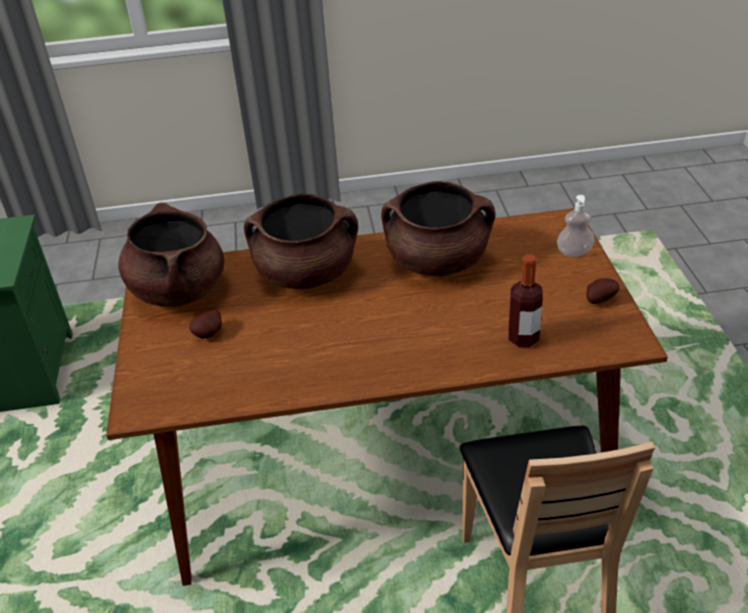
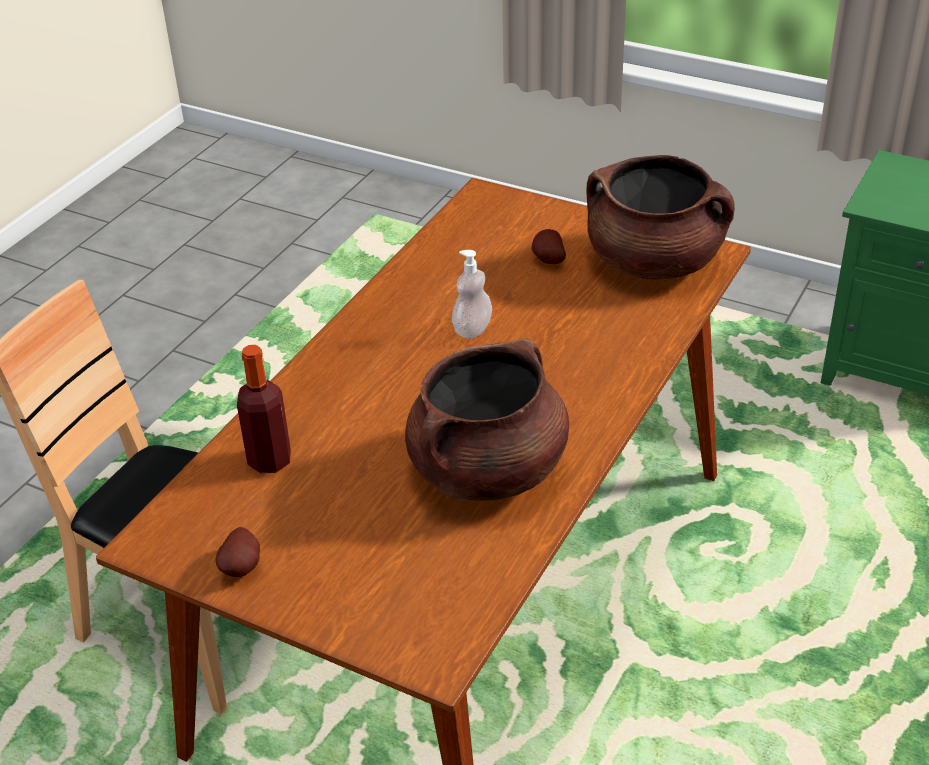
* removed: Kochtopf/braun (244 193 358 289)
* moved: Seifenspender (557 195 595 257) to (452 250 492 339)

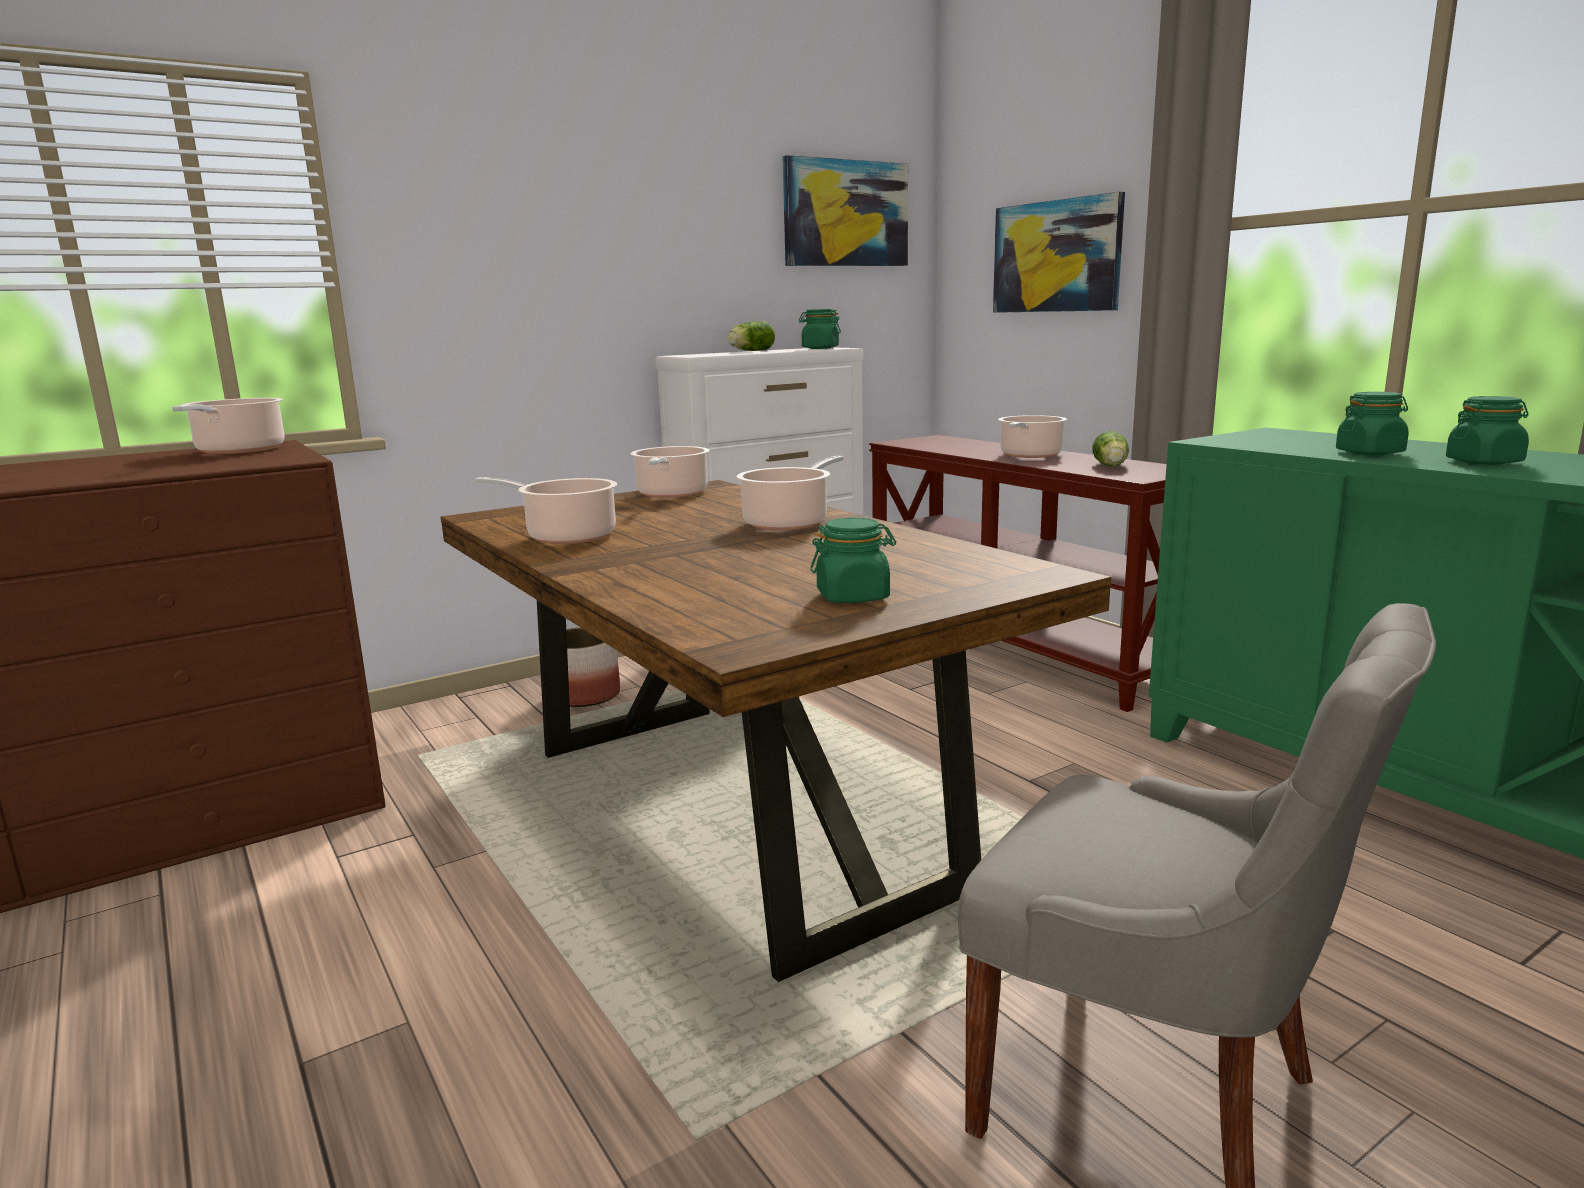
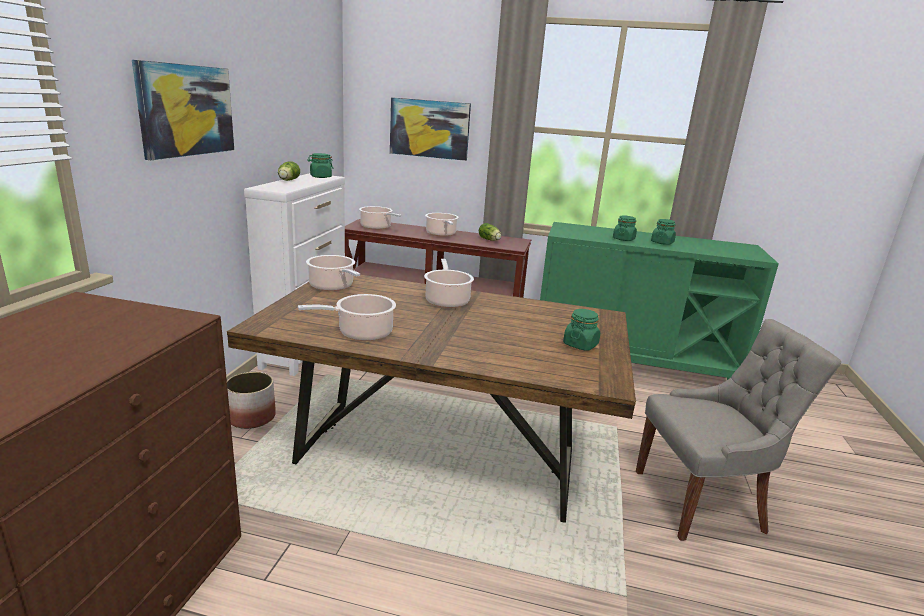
* moved: Bild (783 155 908 266) to (132 60 234 160)
* moved: Kochtopf (172 398 284 454) to (359 206 401 230)

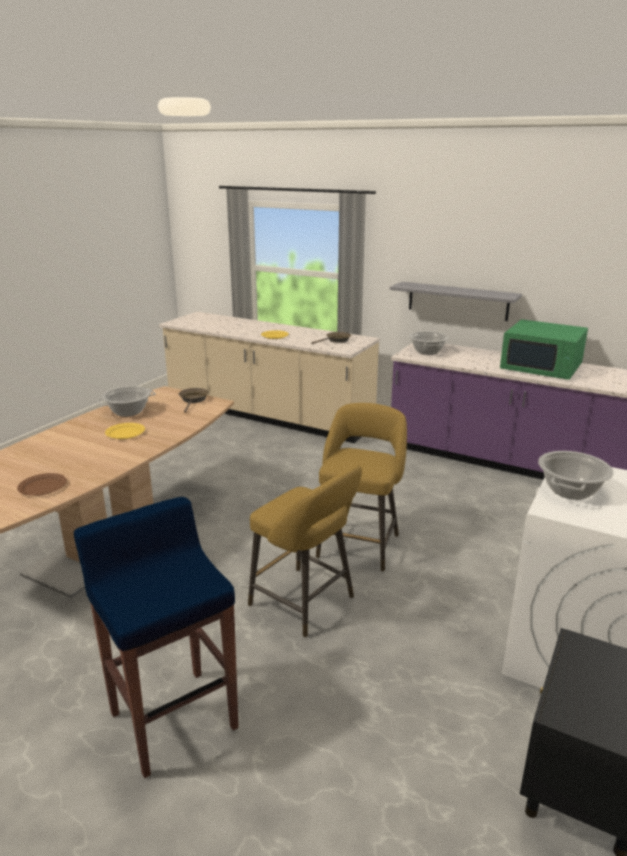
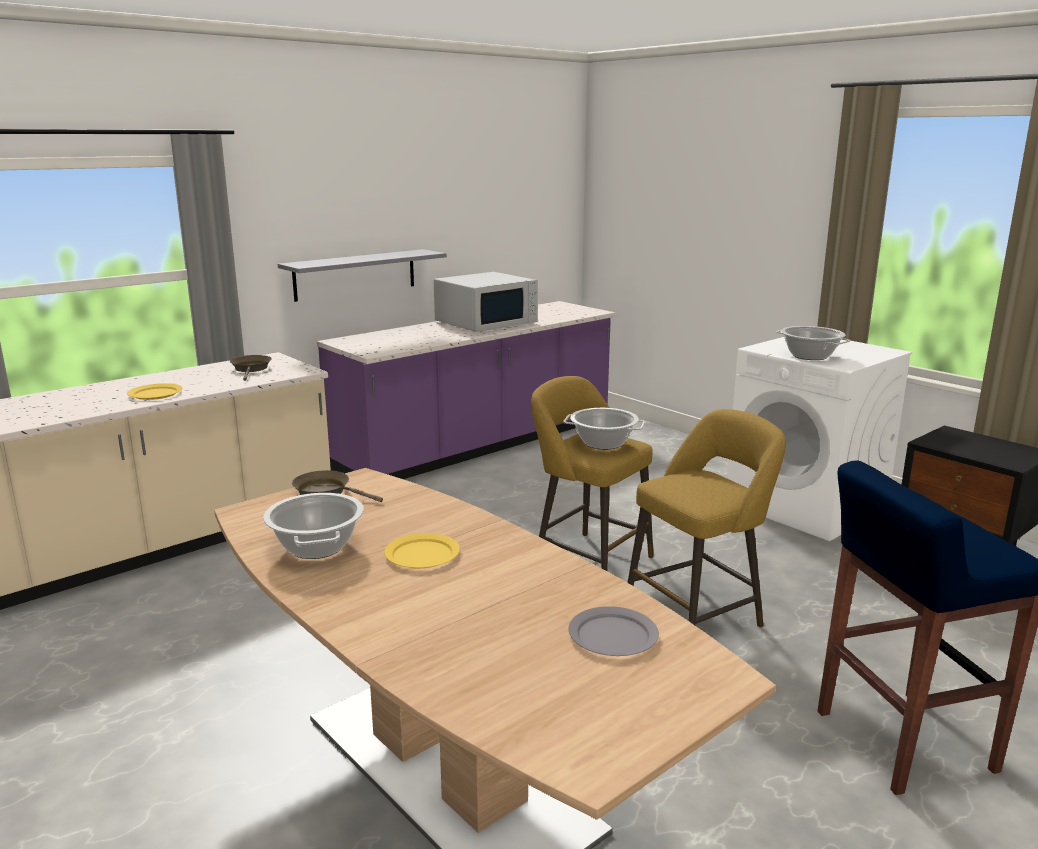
* recoloured: Mikrowelle/grün (500 319 588 380) to Mikrowelle/weiß (434 272 538 332)
* moved: Kochtopf (409 331 449 355) to (563 408 645 450)
* recoloured: Teller/braun (17 473 67 496) to Teller/grau (568 606 659 656)

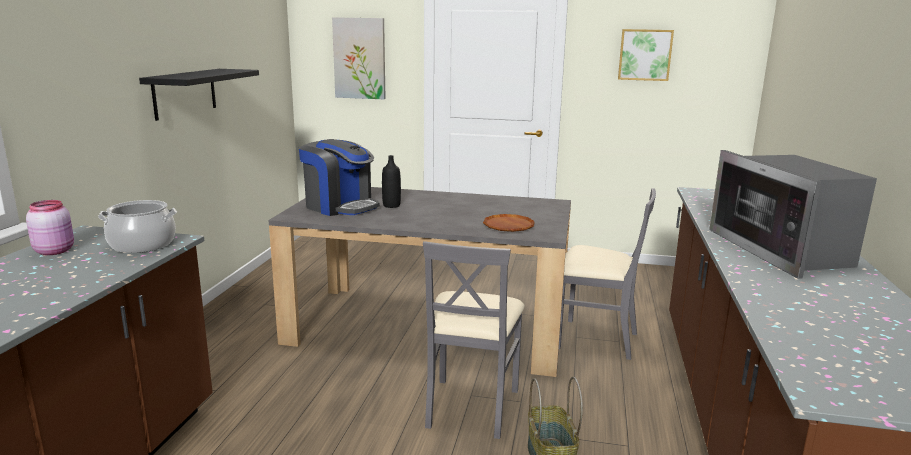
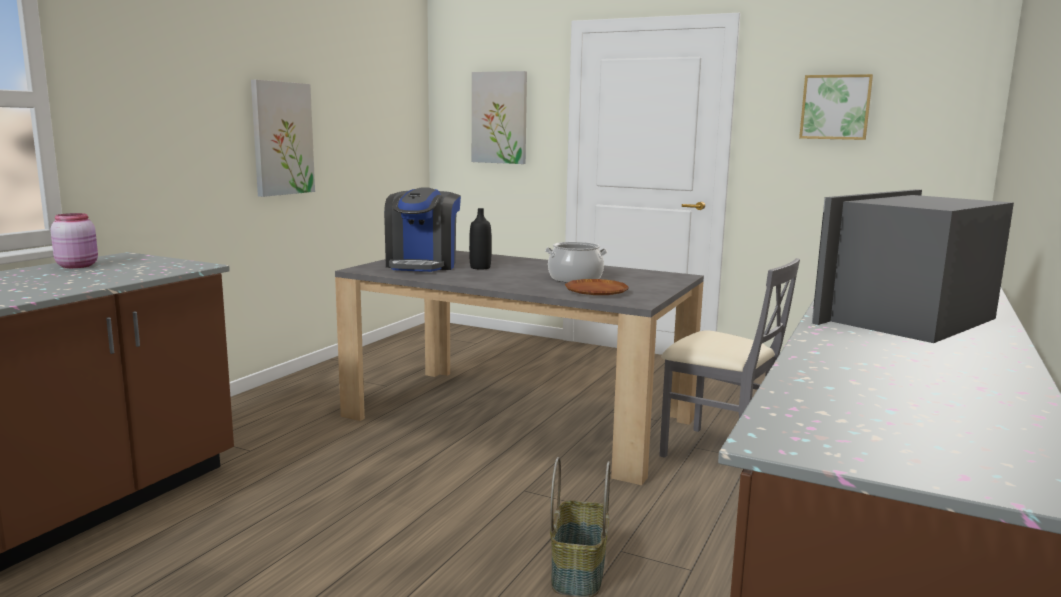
* replaced: Wandregal/schwarz (139 69 259 121) to Bild (251 80 315 197)
* turned: Kaffeemaschine (299 139 380 216) = (384 187 461 272) 45 degrees clockwise
* turned: Mikrowelle (709 150 877 279) = (812 189 1014 343) 45 degrees clockwise
* moved: Kochtopf (98 200 177 253) to (545 242 608 283)
* removed: Stuhl/grau (423 241 525 439)

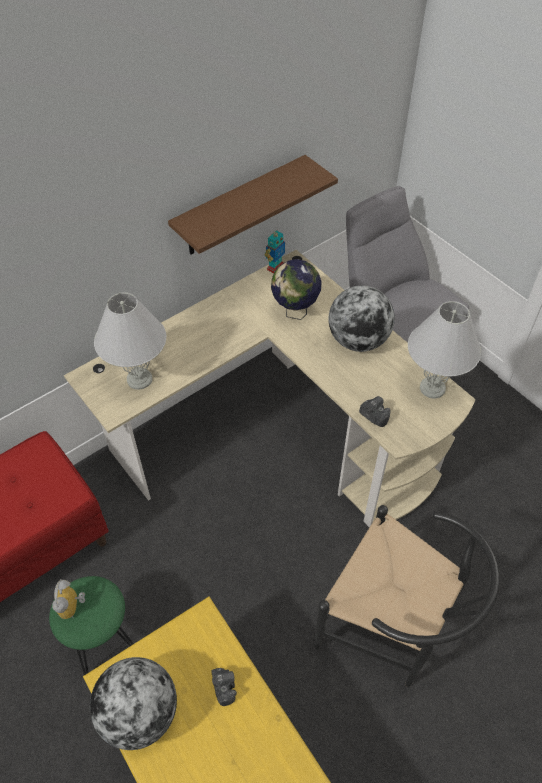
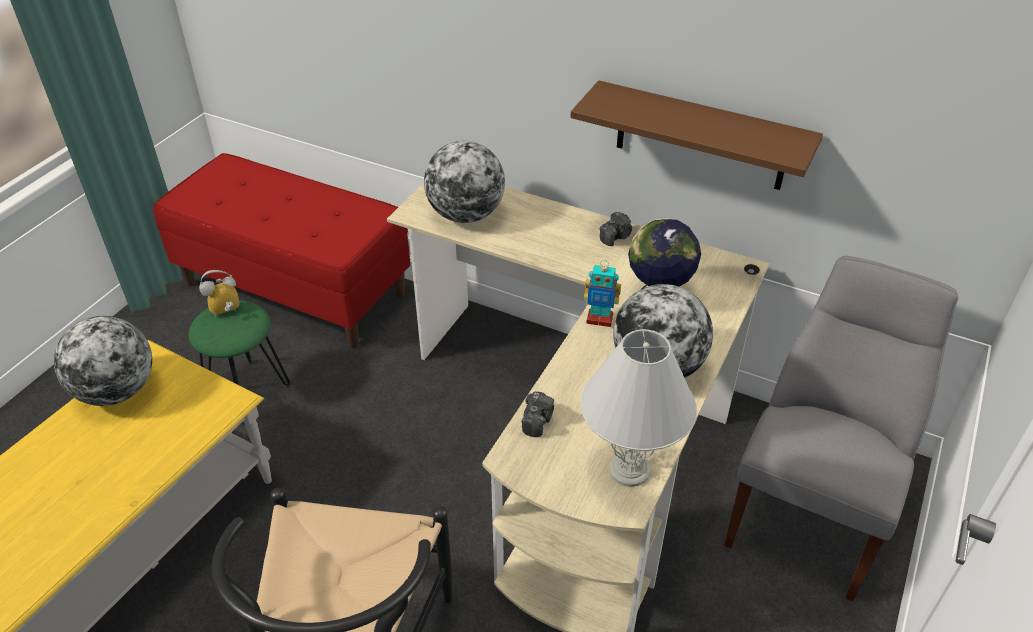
* moved: Spielzeugroboter (265 229 285 273) to (584 260 621 327)
* replaced: Tischlampe/weiß (94 292 166 390) to Globus (424 141 505 223)
* moved: Kamera (212 668 237 706) to (600 211 632 246)

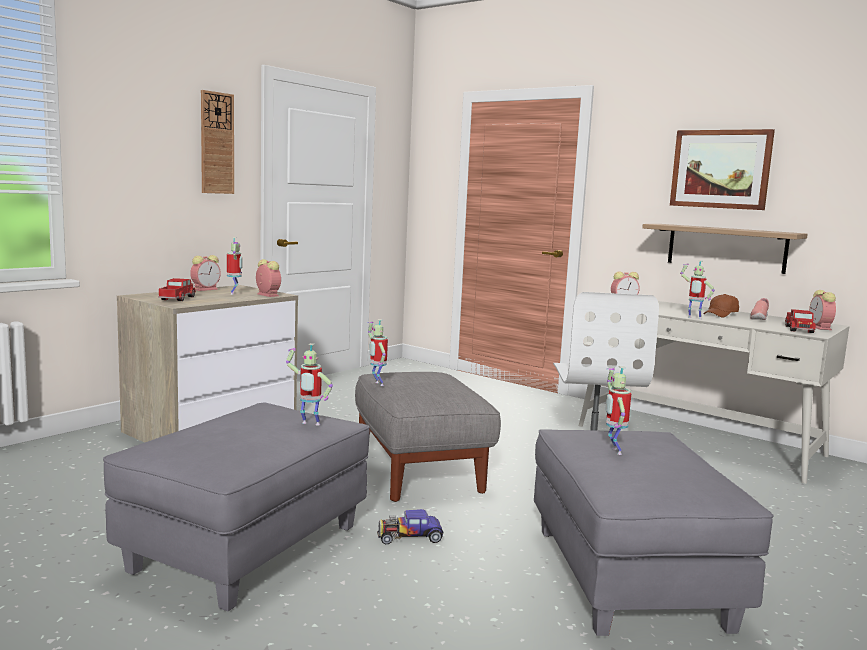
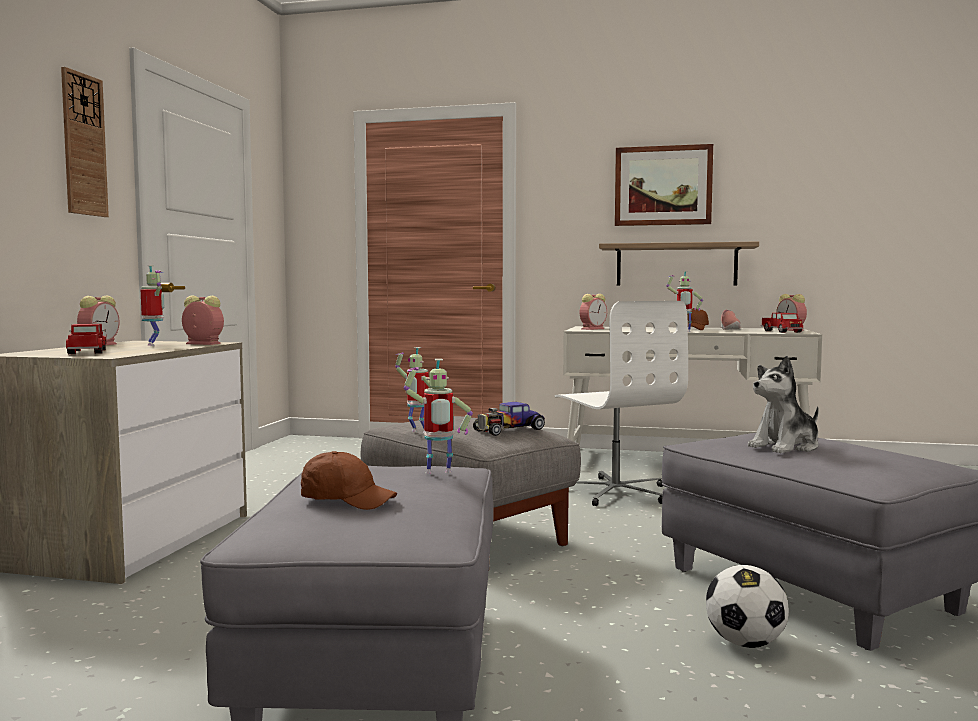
* replaced: Spielzeugroboter (605 366 631 455) to Plüschtier (748 356 819 453)
* moved: Spielzeugauto (377 509 443 544) to (473 402 545 436)
* added: Kappe/braun (301 451 397 510)
* added: Fußball (706 565 789 648)

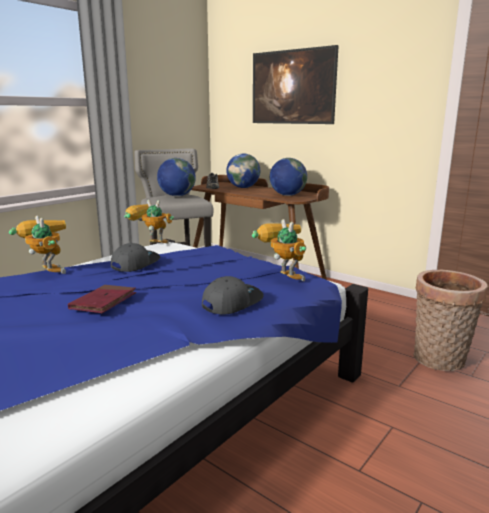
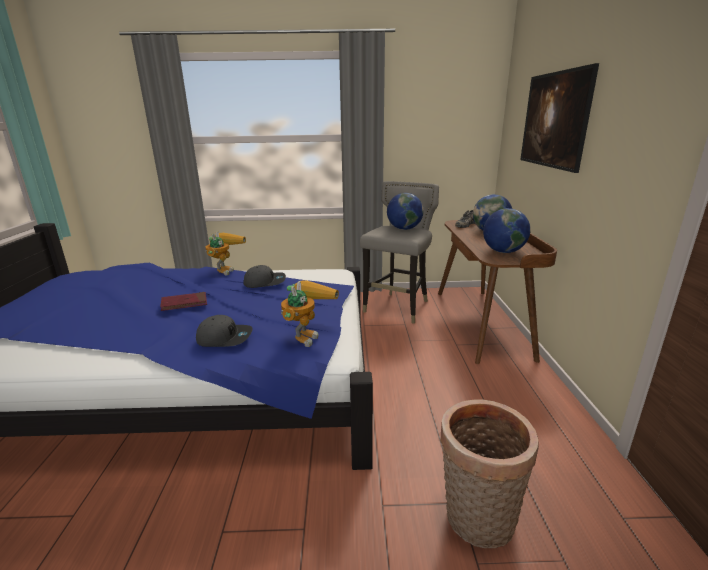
* removed: Spielzeugroboter (124 200 174 244)

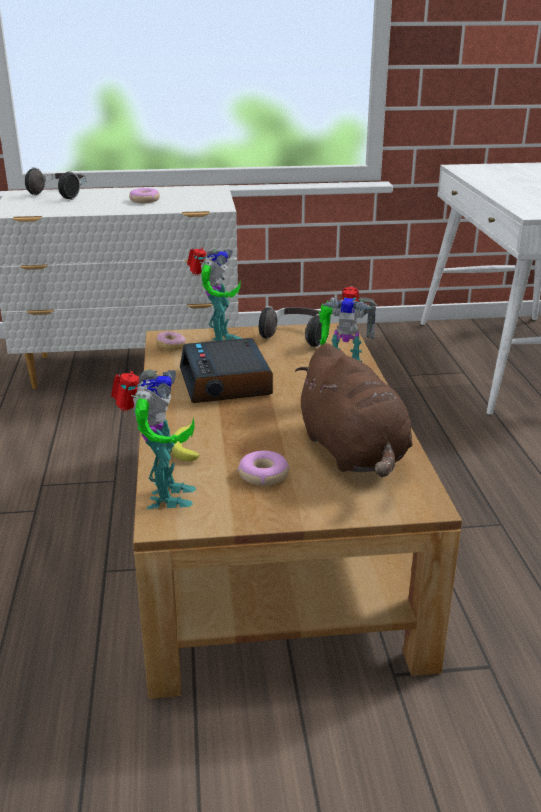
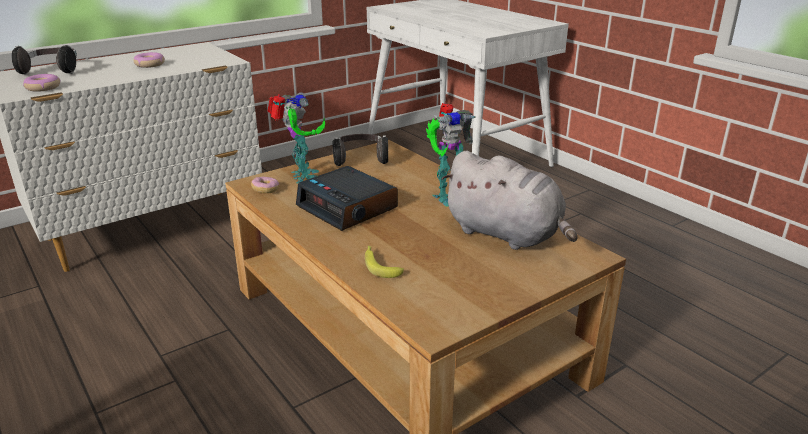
* recoloured: Plüschtier/braun (295 343 412 477) to Plüschtier/grau (441 151 577 250)
* removed: Spielzeugroboter (111 369 196 509)
* moved: Donut (238 451 289 486) to (23 74 60 92)

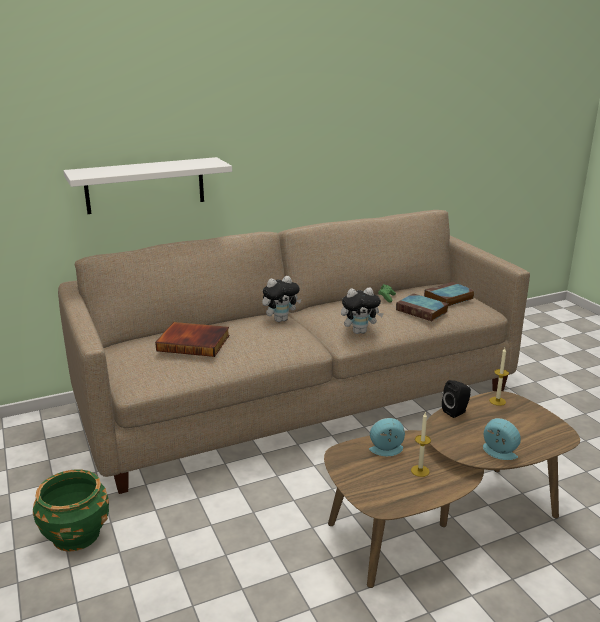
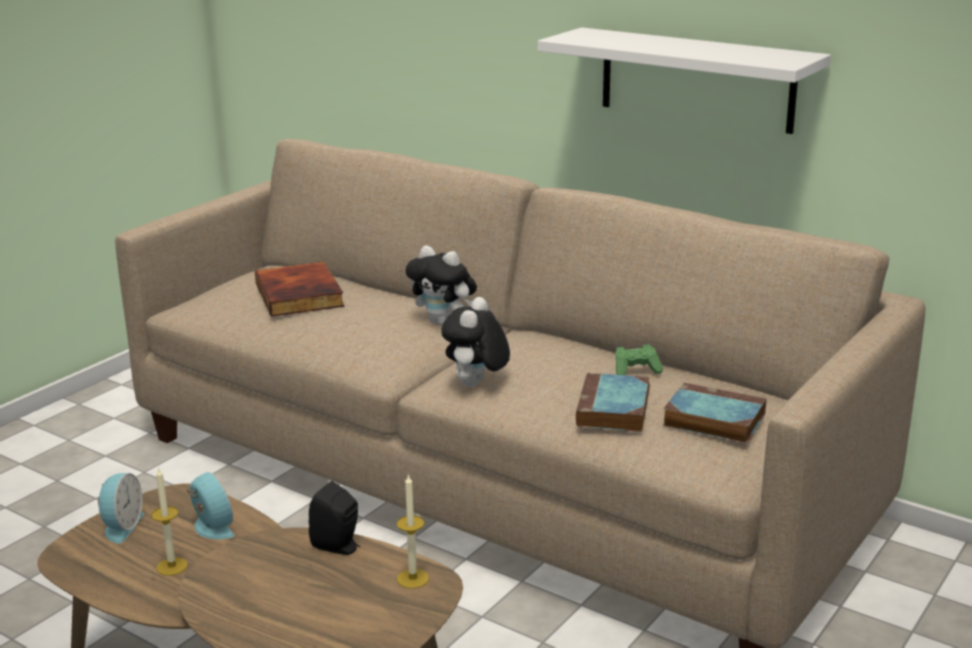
* moved: Wandregal/weiß (63 157 232 214) to (538 27 831 134)
* turned: Plüschtier (341 287 384 334) = (441 297 510 387) 60 degrees clockwise
* moved: Wecker (483 418 521 460) to (98 473 144 543)
* removed: Pflanzkübel/grün (33 469 109 552)

